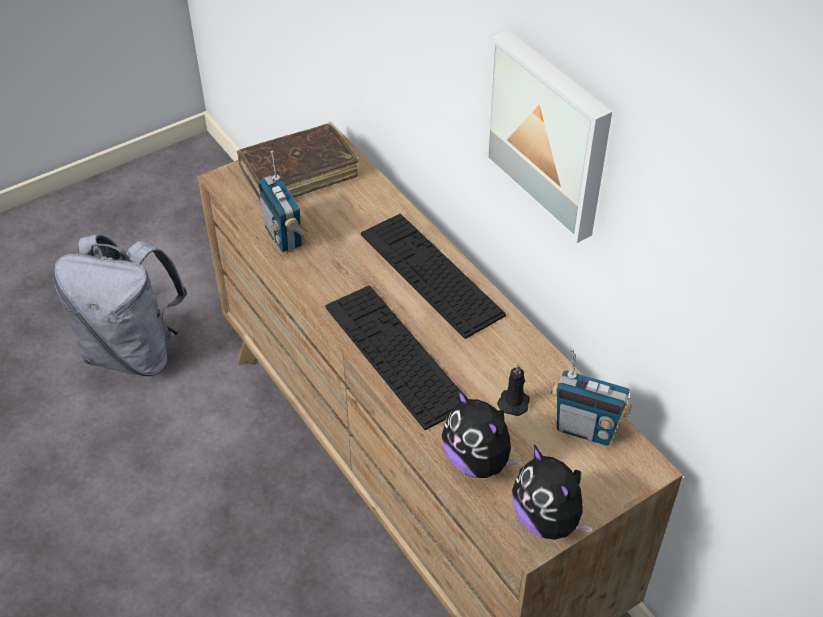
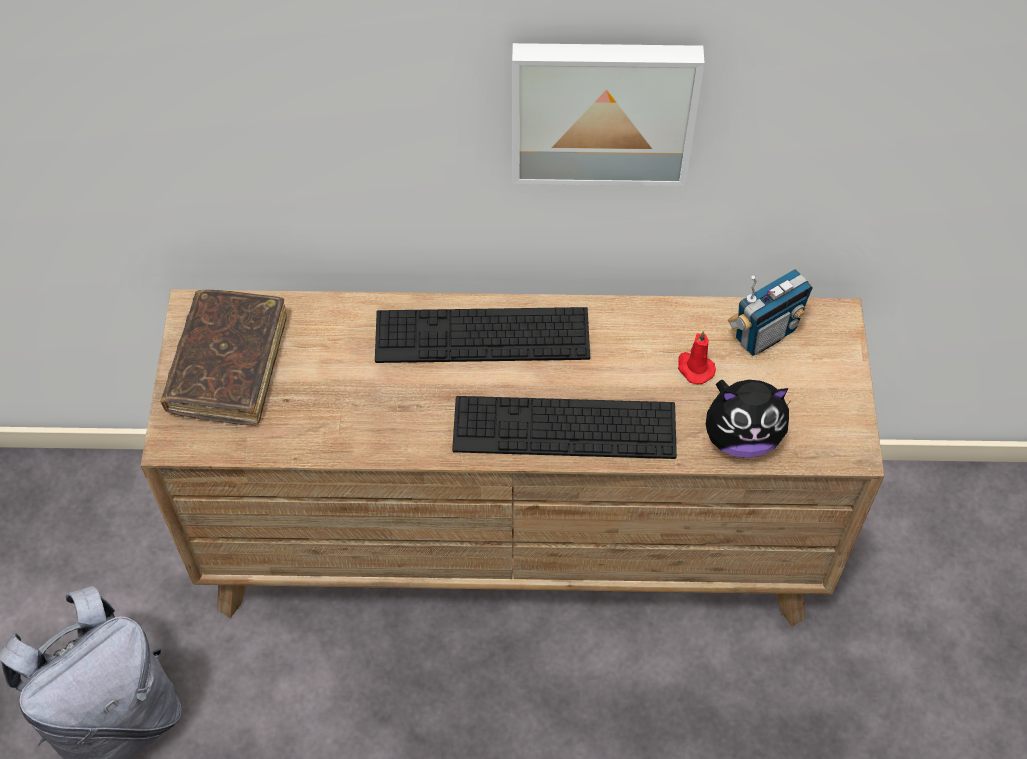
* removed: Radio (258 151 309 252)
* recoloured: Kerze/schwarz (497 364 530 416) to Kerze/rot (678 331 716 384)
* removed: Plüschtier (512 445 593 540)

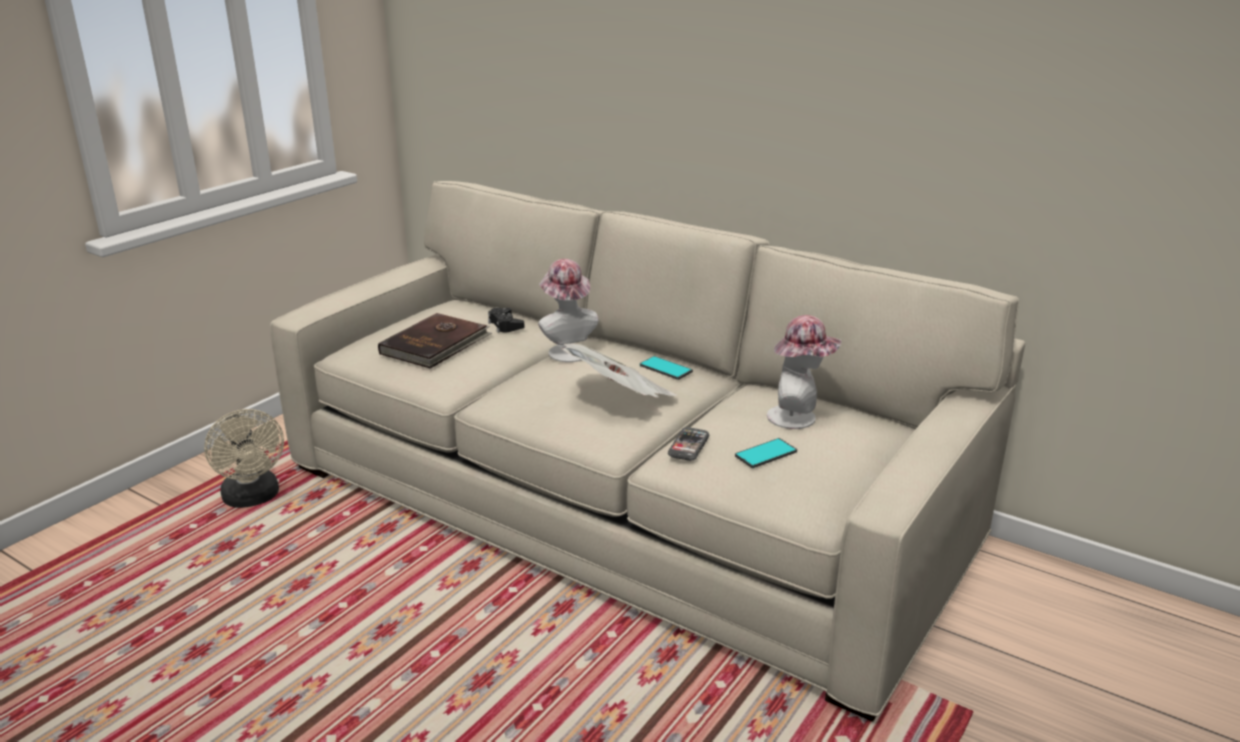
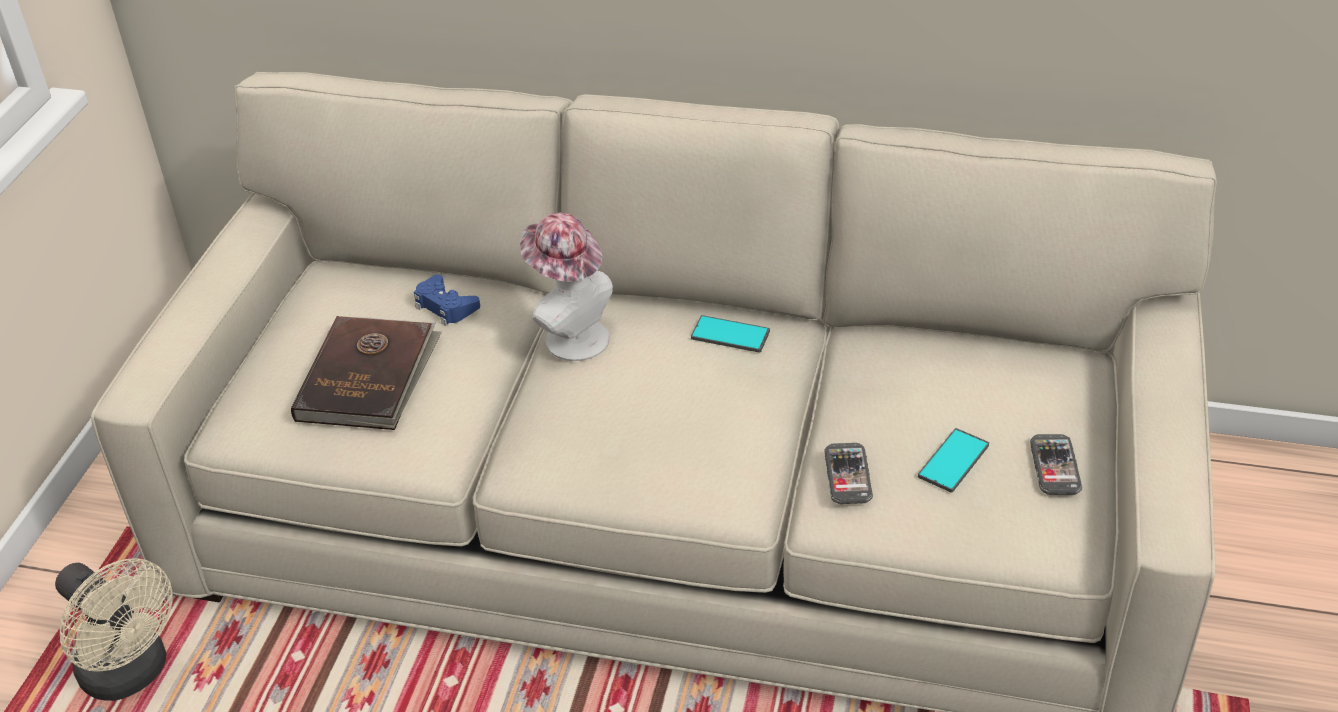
* recoloured: Gamepad/schwarz (488 308 525 333) to Gamepad/blau (414 274 480 326)
* removed: Hut (767 315 842 429)
* removed: Zeitung (562 343 677 398)
* added: Handy (1030 434 1082 495)

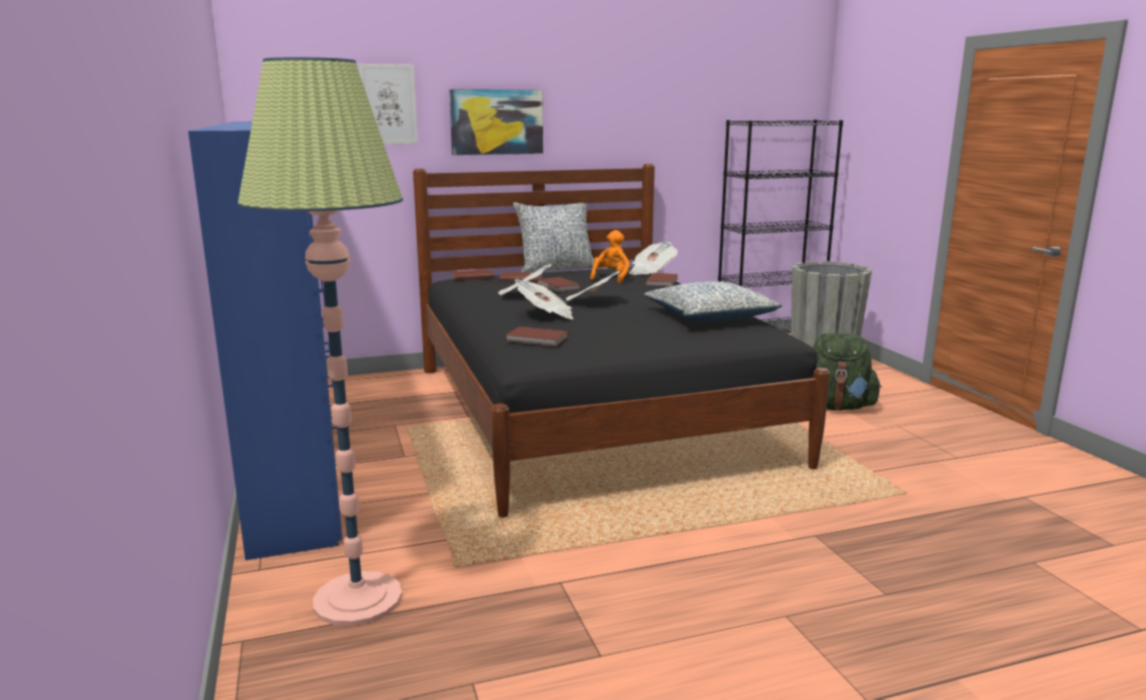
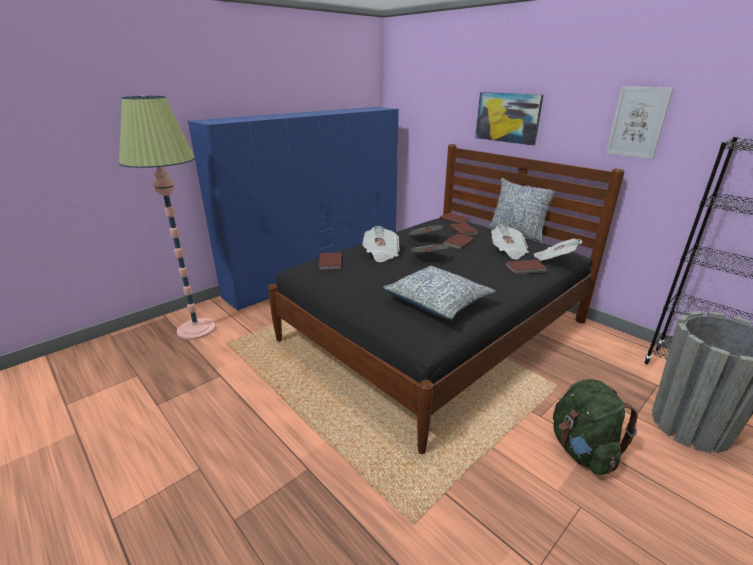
* moved: Bild (359 64 418 144) to (606 86 673 159)
* replaced: Plüschtier/orange (590 230 630 284) to Zeitung (491 224 529 260)

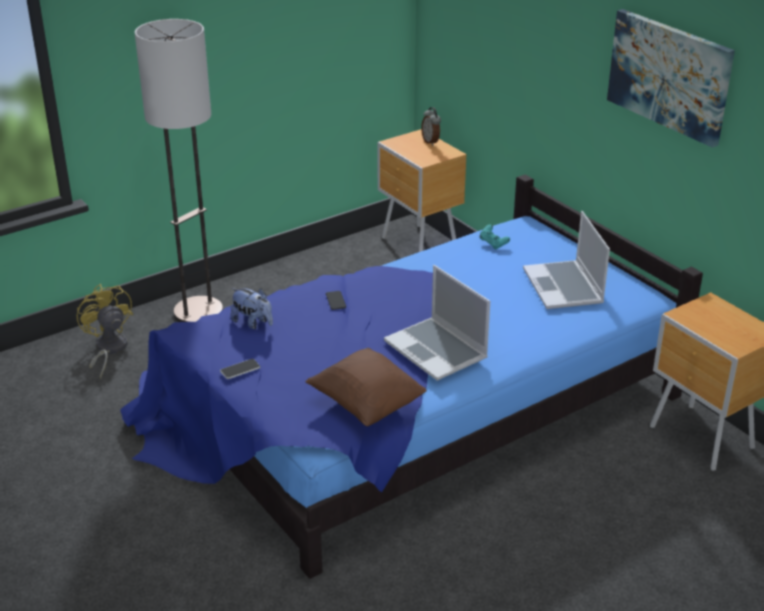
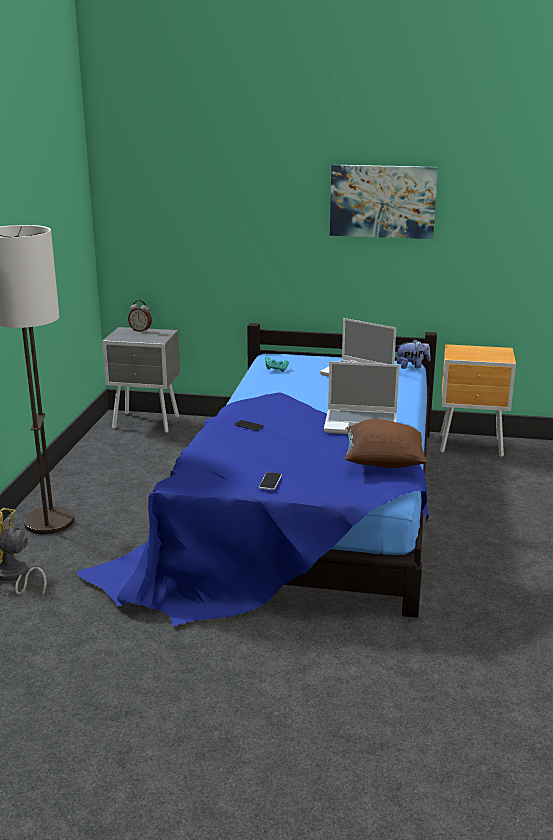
* recoloured: Nachttisch/braun (378 129 467 252) to Nachttisch/grau (102 327 180 433)
* moved: Plüschtier (230 288 273 329) to (396 339 431 369)

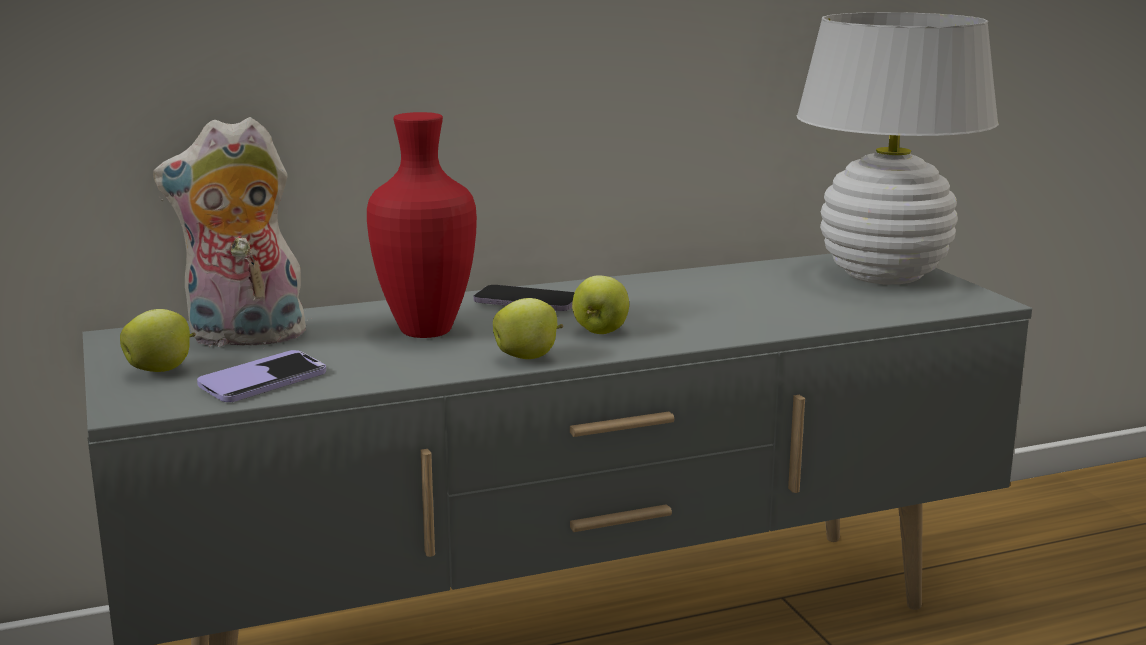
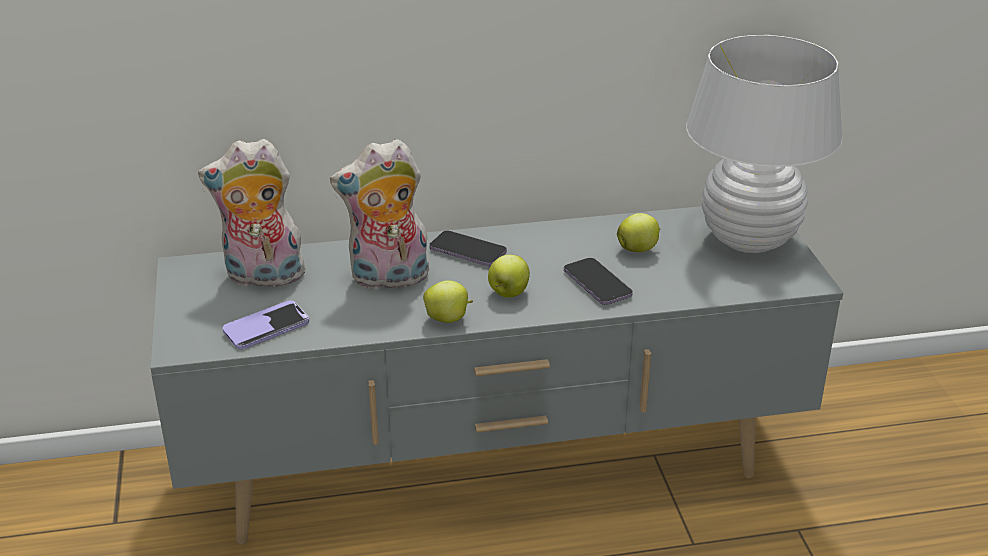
* replaced: Vase/rot (367 112 477 338) to Plüschtier (330 139 429 290)
* moved: Apfel (120 309 196 372) to (617 213 660 252)
* added: Handy (564 258 633 305)

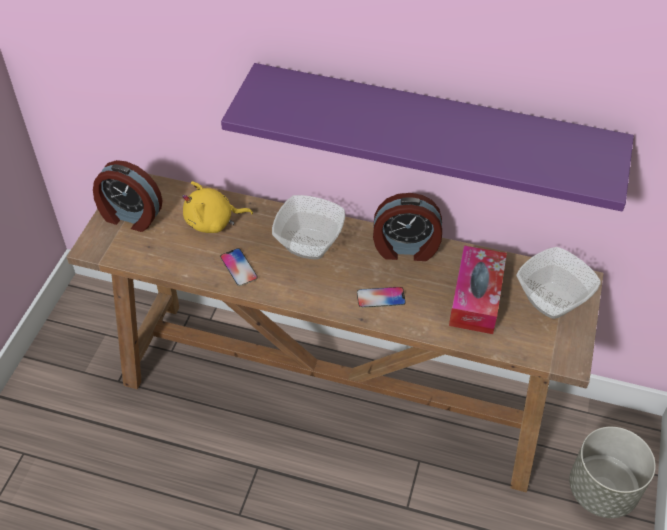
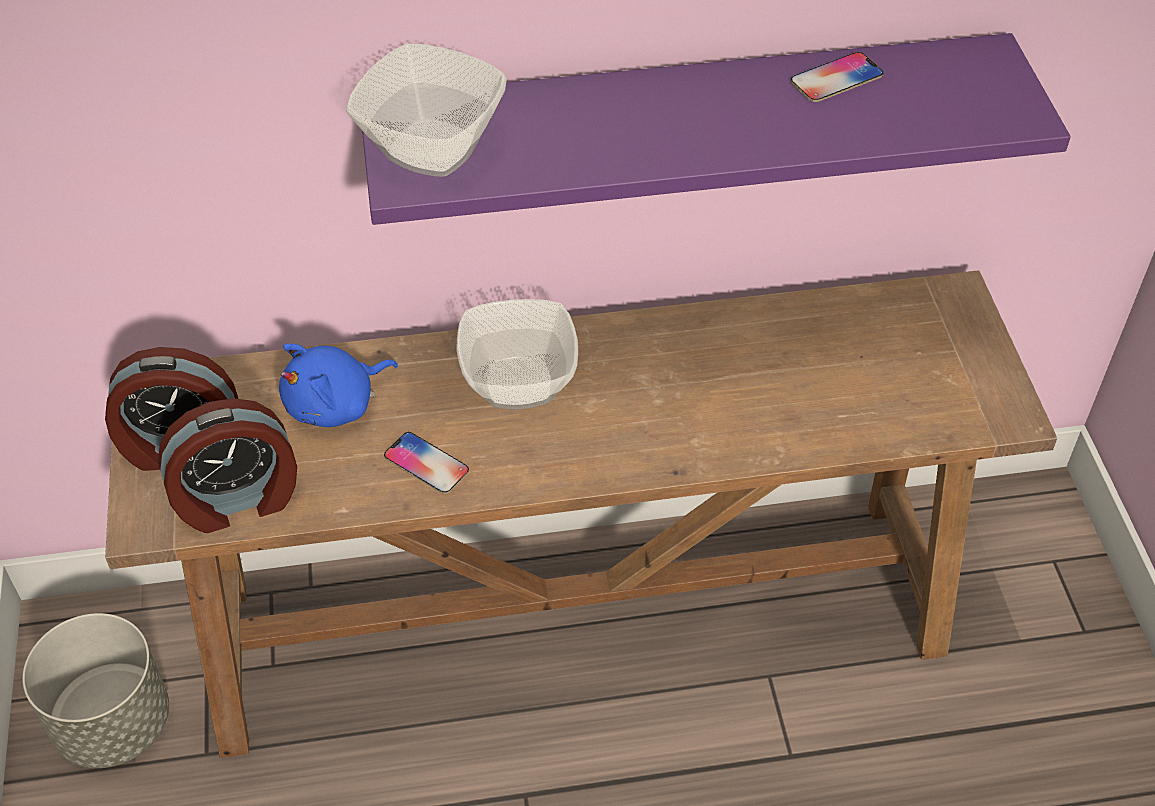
* recoloured: Plüschtier/gelb (182 181 253 233) to Plüschtier/blau (279 344 398 427)
* moved: Wecker (373 193 442 261) to (158 398 297 533)
* removed: Taschentuchbox (449 245 507 334)
* moved: Schüssel (516 247 601 319) to (346 44 507 177)
* moved: Handy (357 287 406 308) to (791 52 883 102)
* moved: Pflanzkübel/grau (569 427 656 518) to (22 613 169 768)

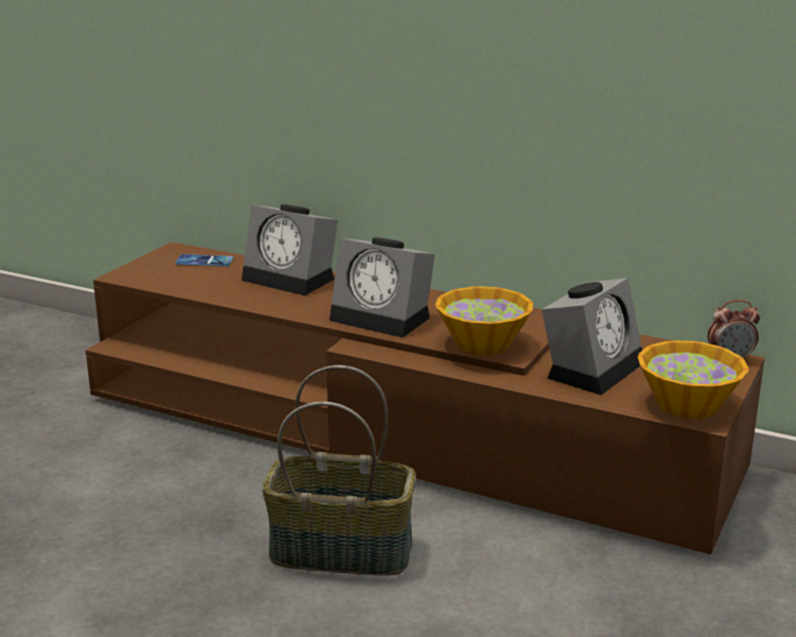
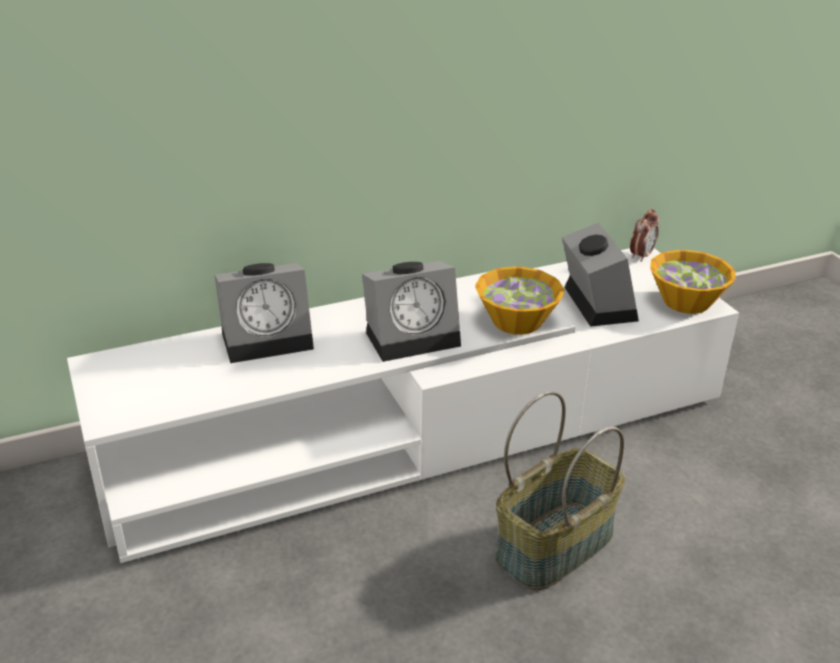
* recoloured: Fernsehschrank/braun (85 242 765 555) to Fernsehschrank/weiß (67 248 739 563)
* removed: Handy (175 254 233 267)

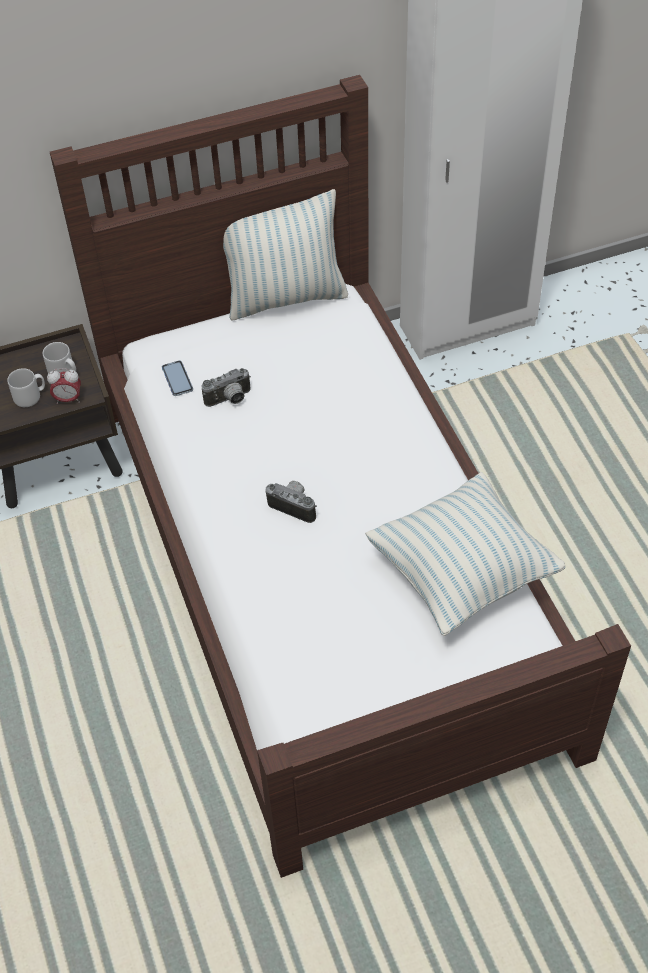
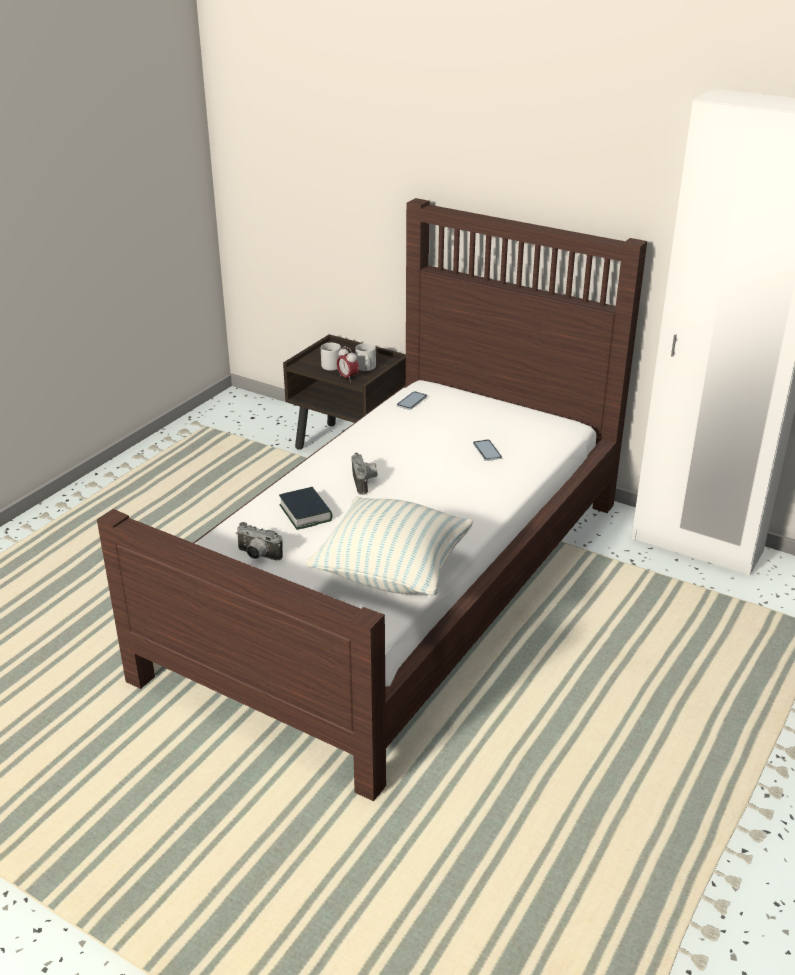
* removed: Kissen (223 189 348 321)
* moved: Kamera (202 368 251 407) to (236 522 283 560)
* added: Handy (473 439 502 461)
* added: Buch (279 487 332 530)

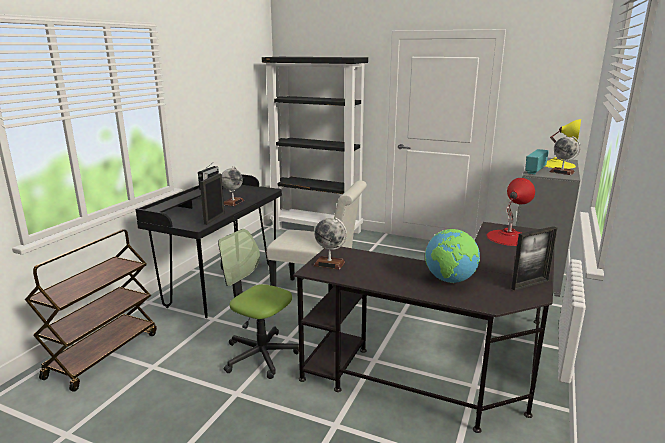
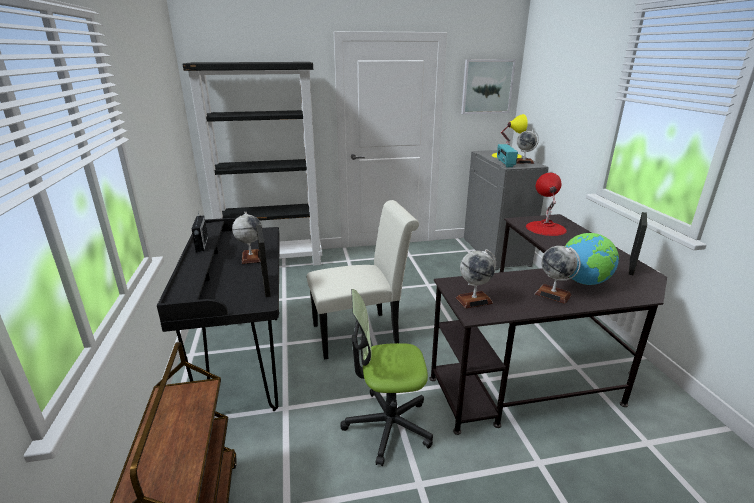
* added: Bild (461 59 516 114)
* added: Globus (535 246 581 304)

